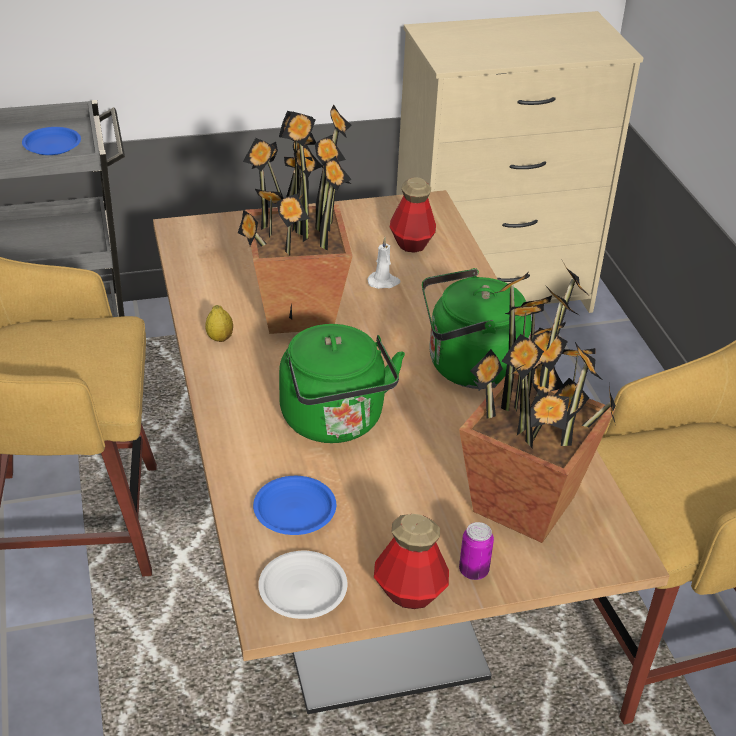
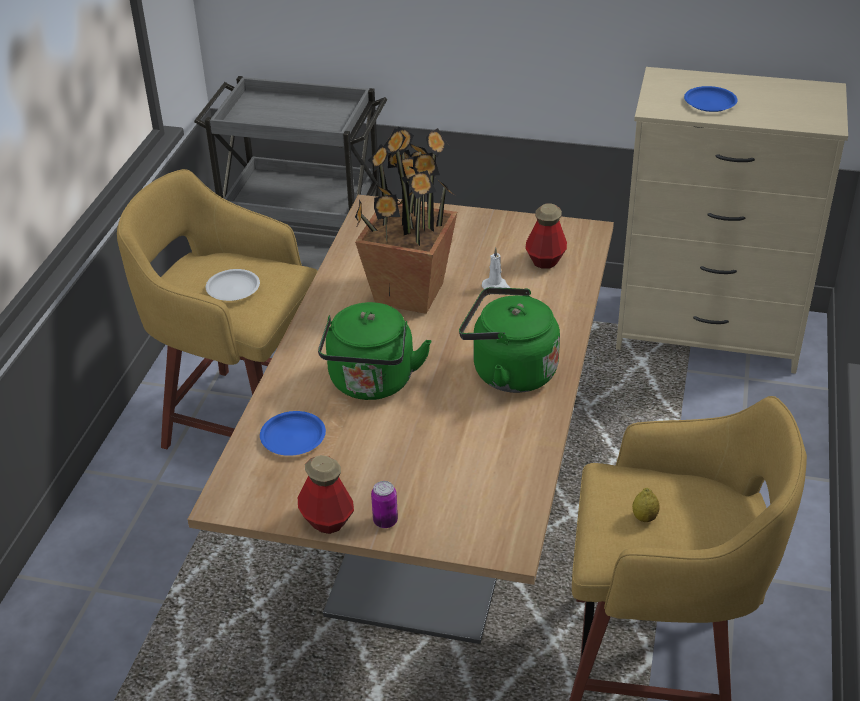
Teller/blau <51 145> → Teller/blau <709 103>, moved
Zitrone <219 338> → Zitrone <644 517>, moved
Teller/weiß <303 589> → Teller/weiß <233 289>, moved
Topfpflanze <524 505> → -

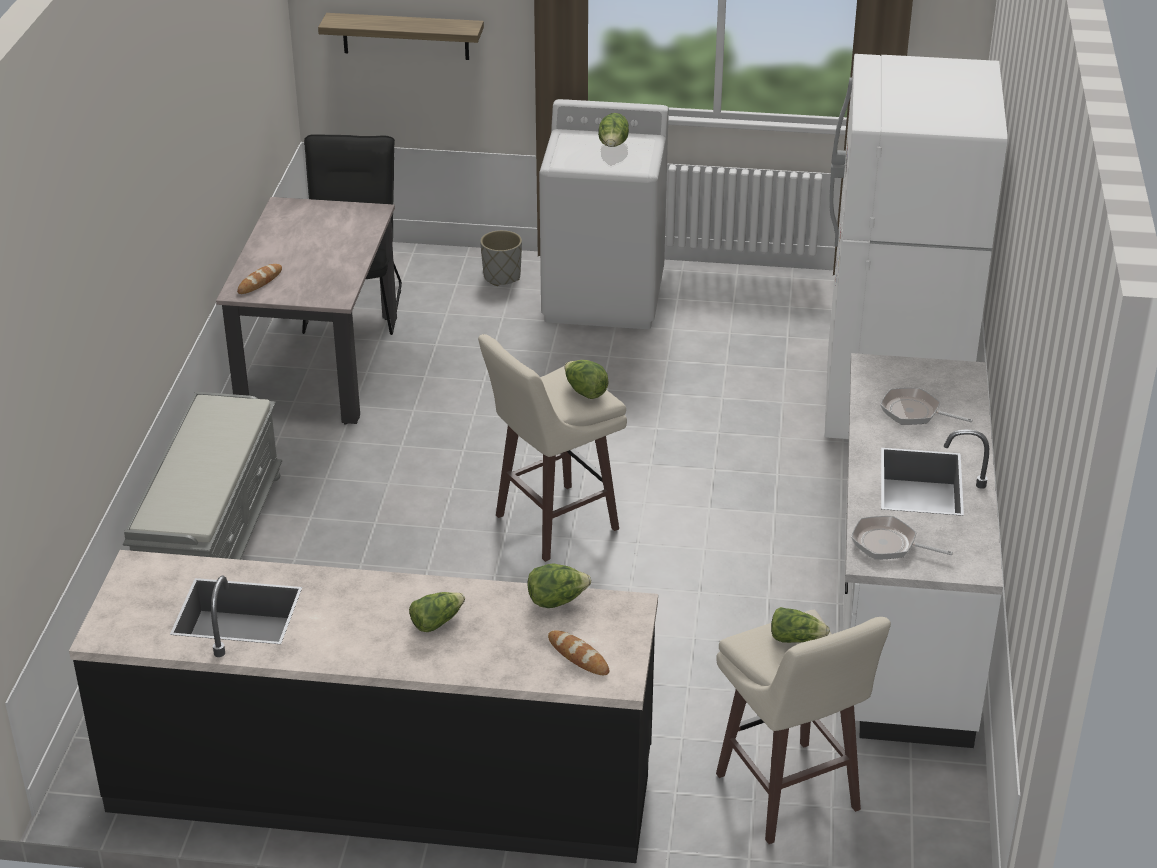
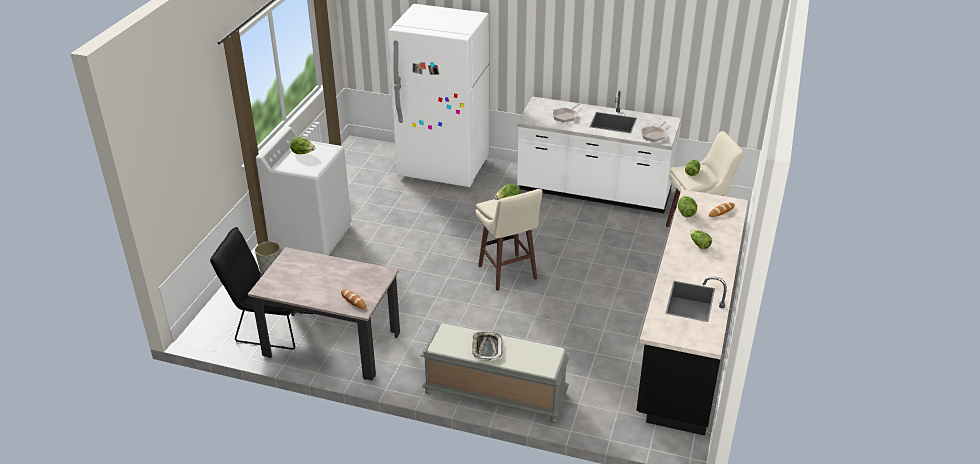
Wandregal <405 36> → -
- → Tablett <486 348>

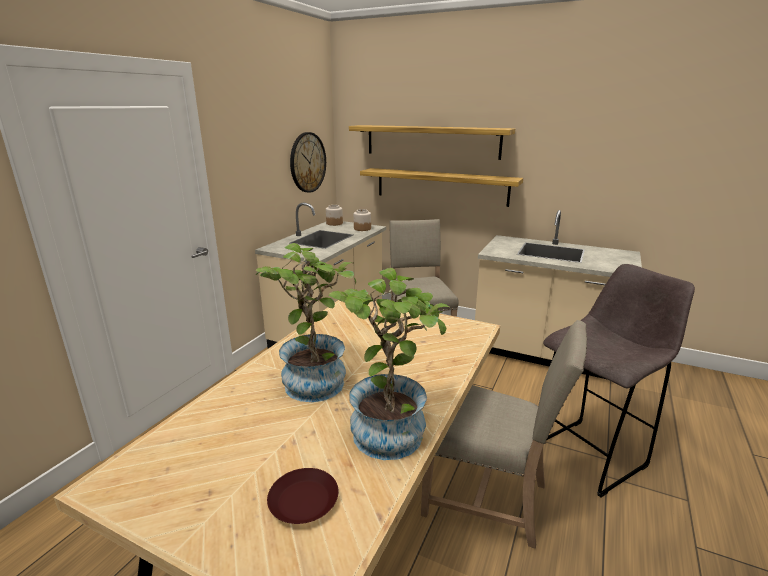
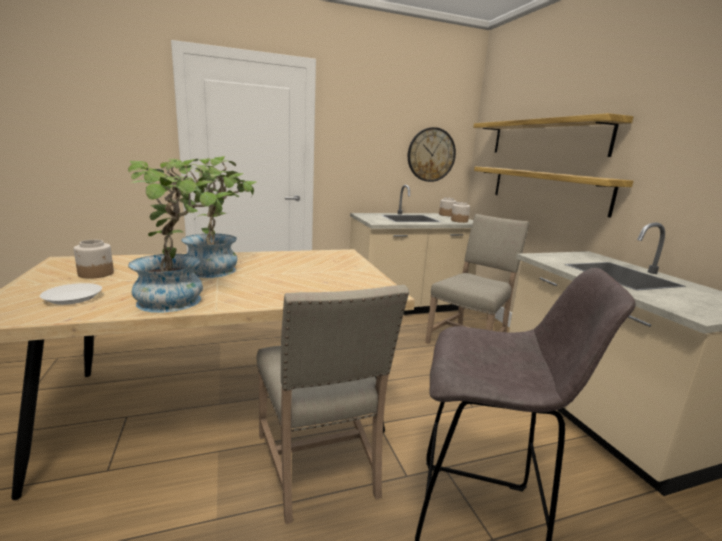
Teller/braun <304 501> → Teller/weiß <72 298>
- → Vorratsglas <96 274>

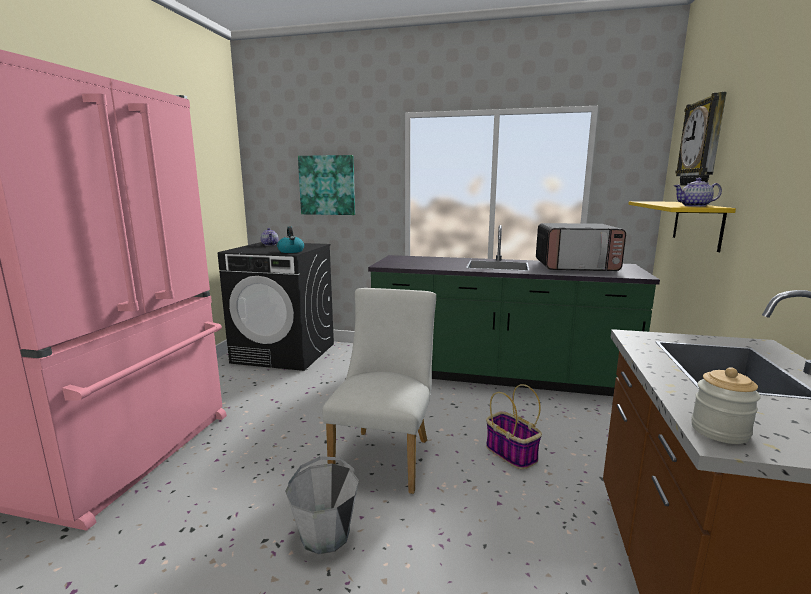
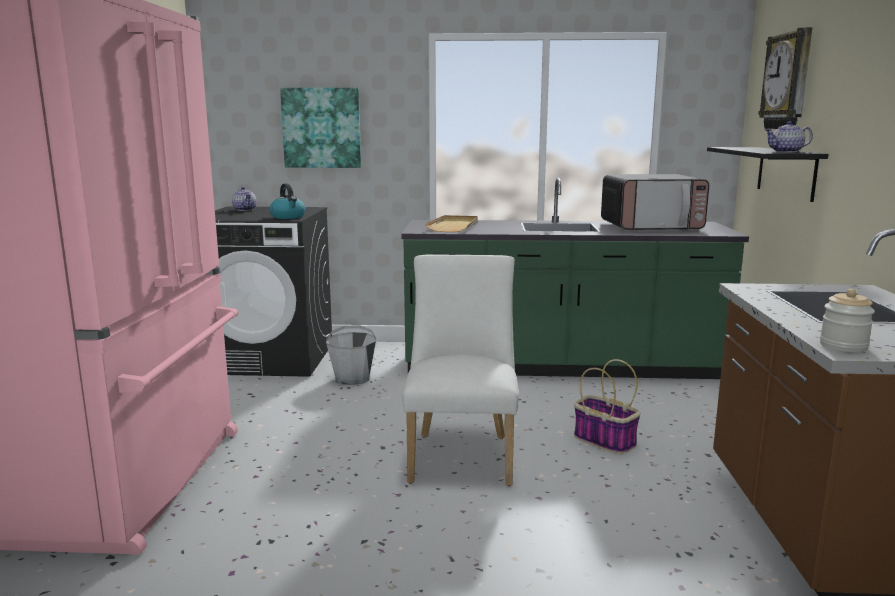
Eimer/grau <325 534> → Eimer/grau <353 378>, moved
Wandregal/gelb <697 224> → Wandregal/schwarz <786 172>
- → Tablett/beige <454 226>

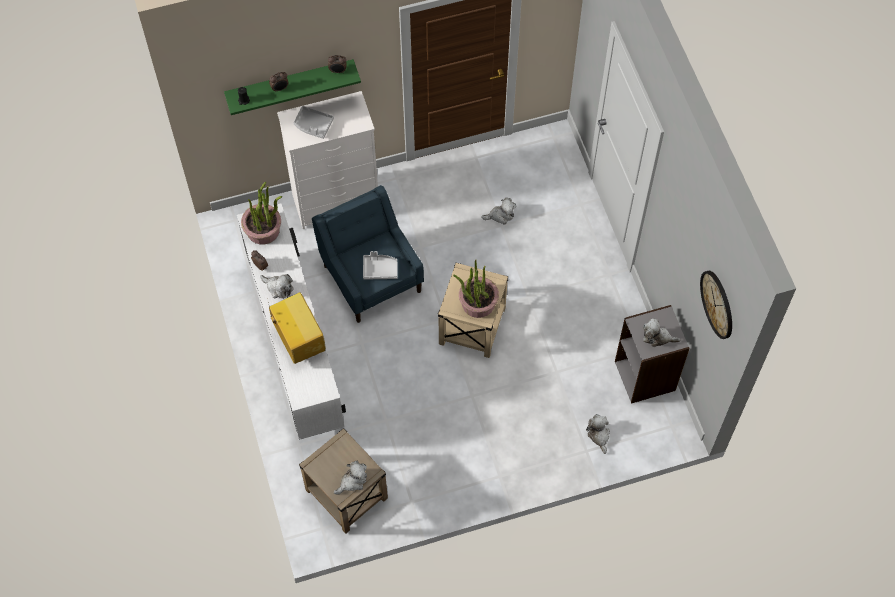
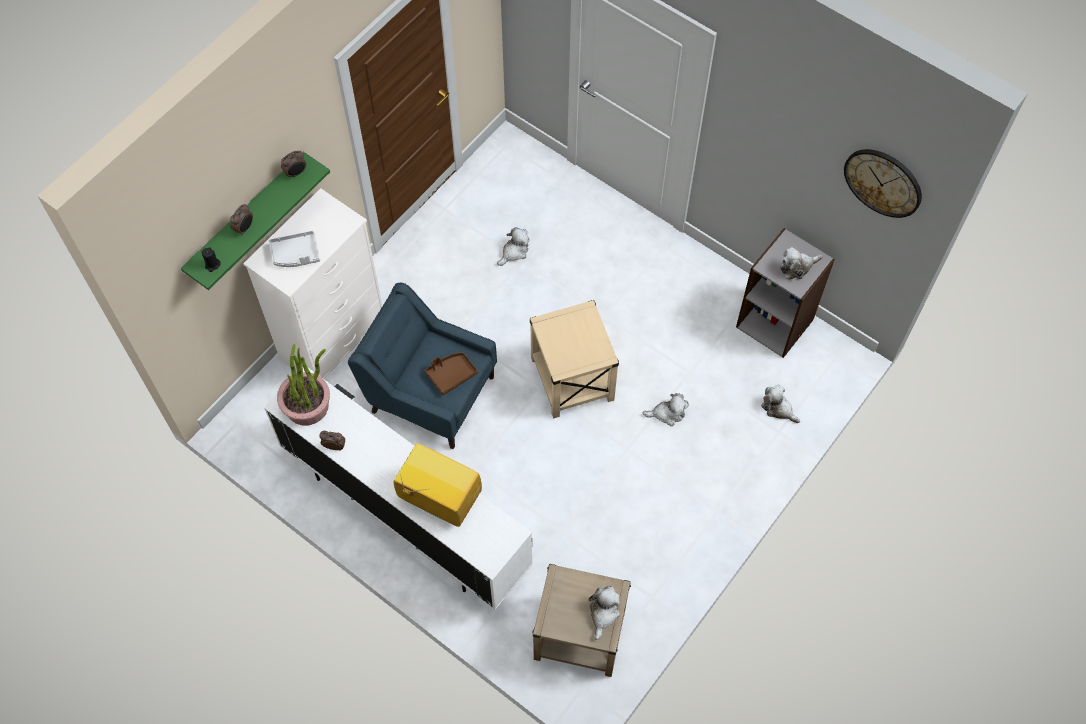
Plüschtier <278 288> → Plüschtier <667 413>, moved
Tablett/grau <380 269> → Tablett/braun <451 374>
Topfpflanze <477 303> → -

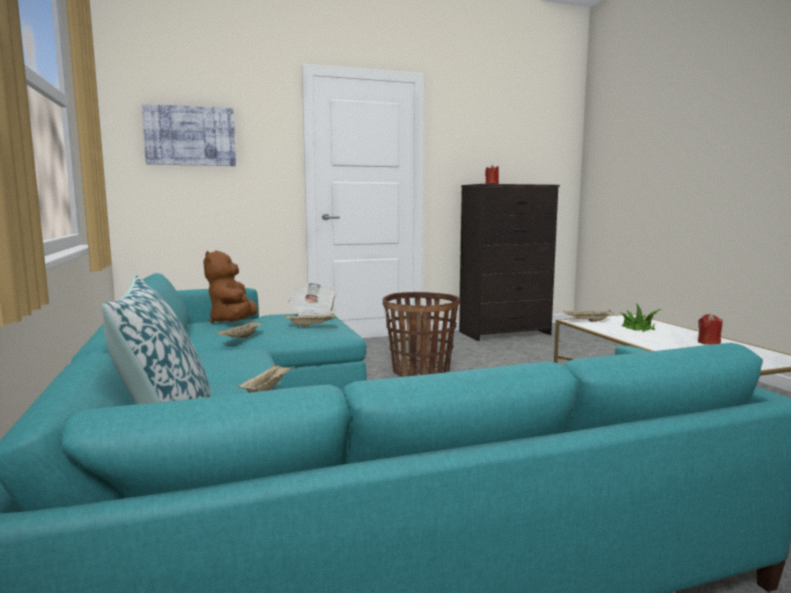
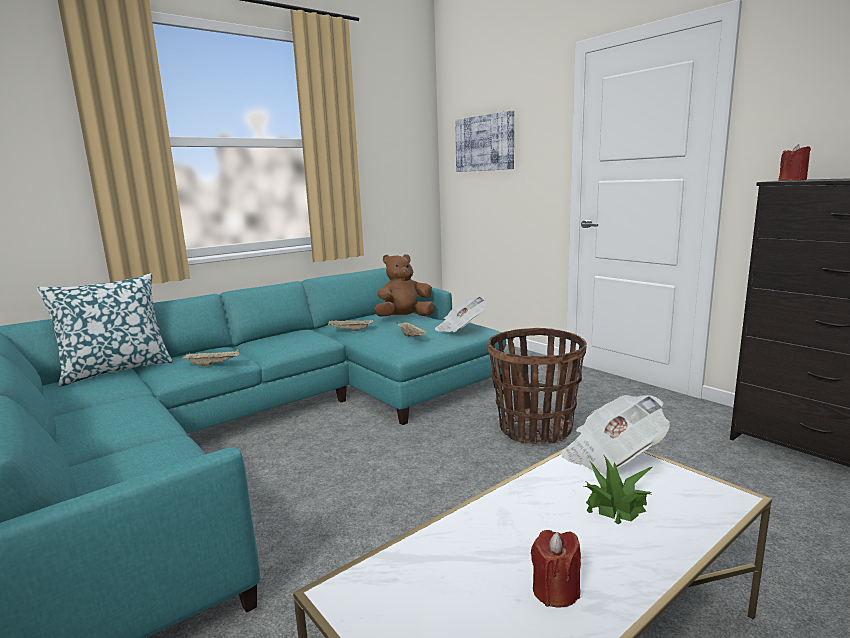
Tablett/beige <587 321> → Zeitung <611 456>

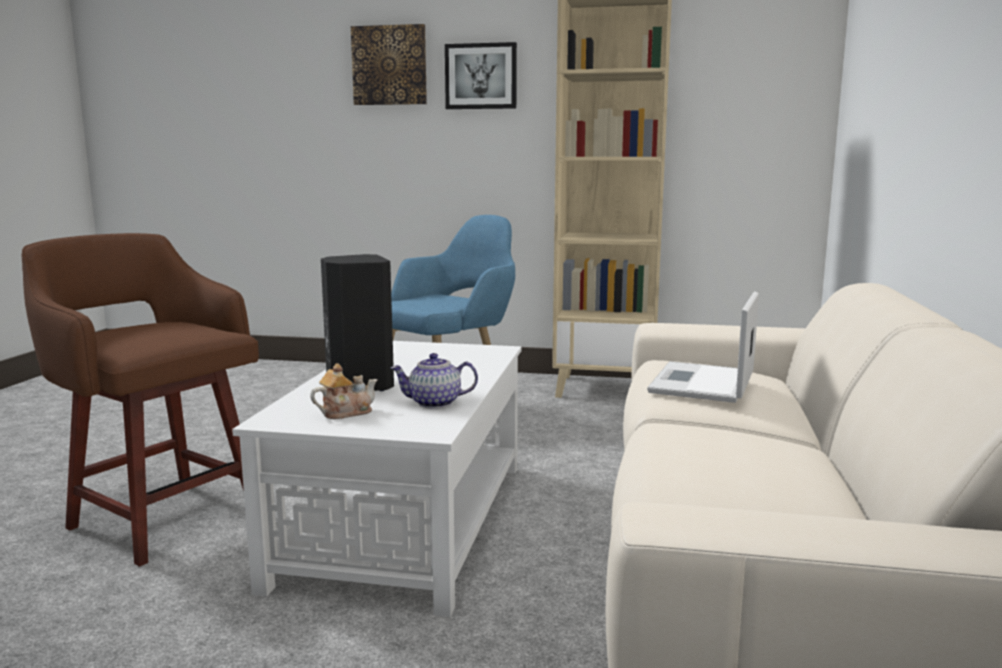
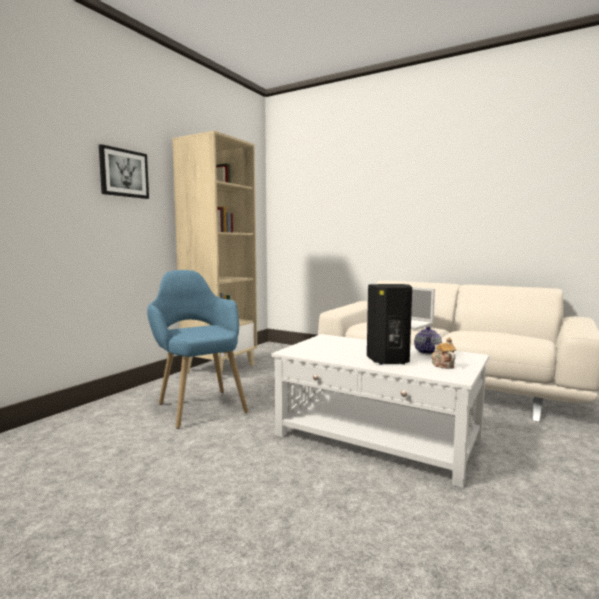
Hocker/braun <161 518> → -
Bild <389 65> → -

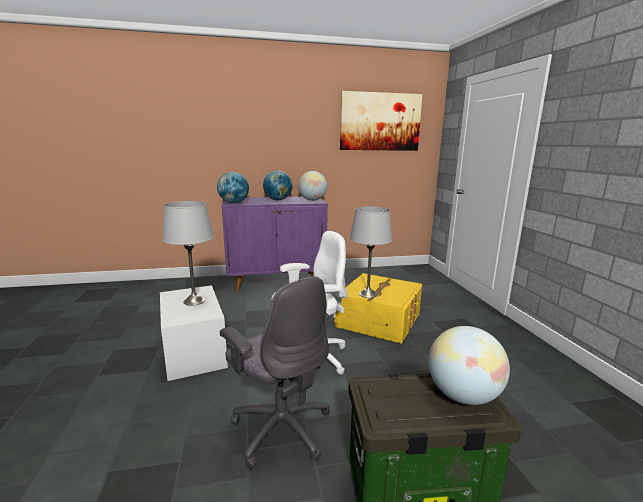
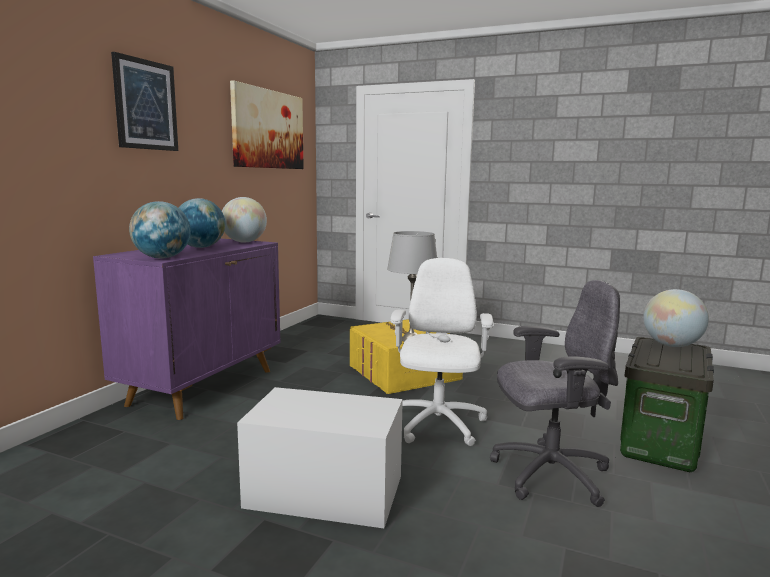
Tischlampe/grau <193 301> → -
- → Bild <145 105>

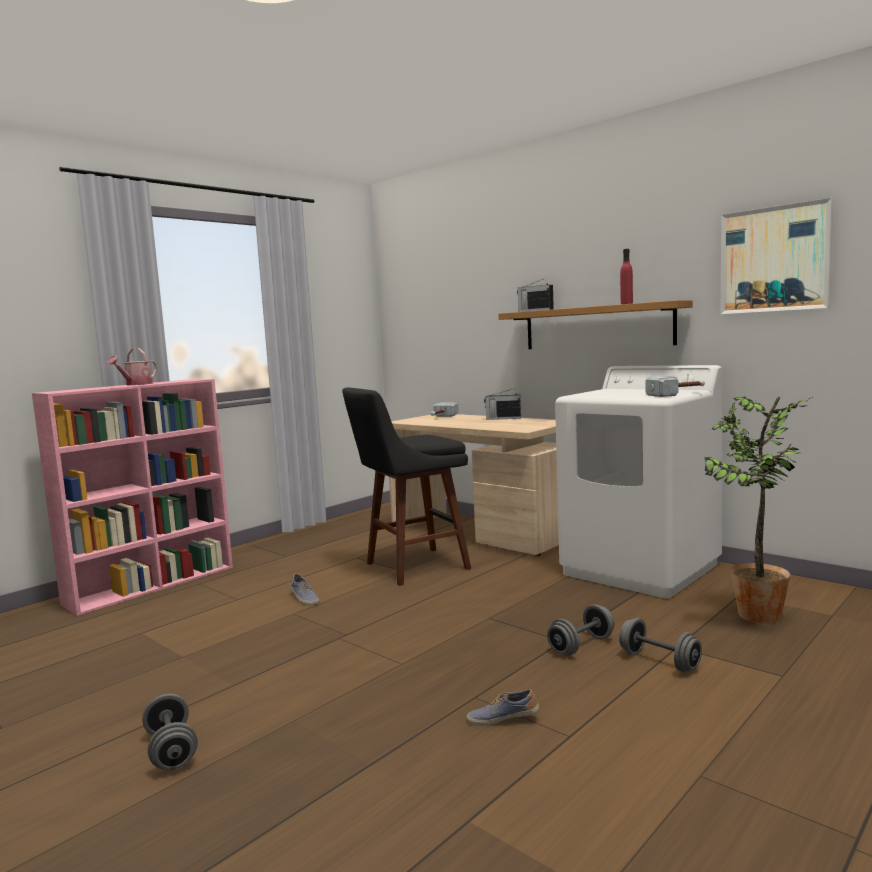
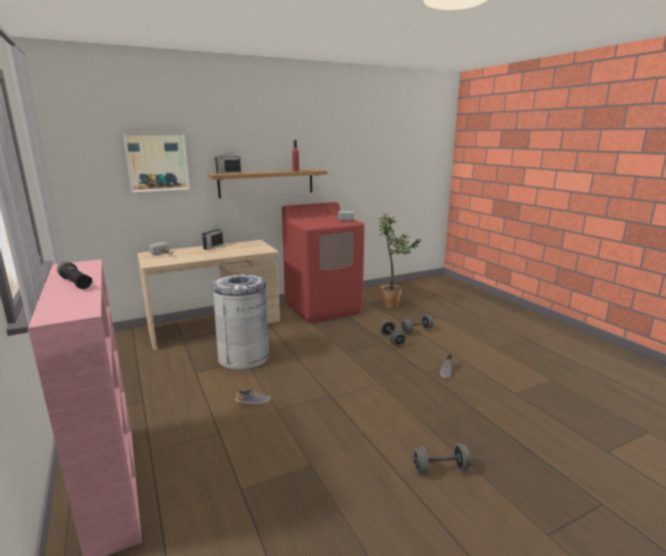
Gießkanne <136 384> → Taschenlampe/schwarz <75 283>
Hocker/schwarz <411 567> → Mülleimer/grau <244 357>
Waschmaschine/weiß <641 569> → Waschmaschine/rot <323 308>
Bild <774 259> → Bild <157 162>, moved

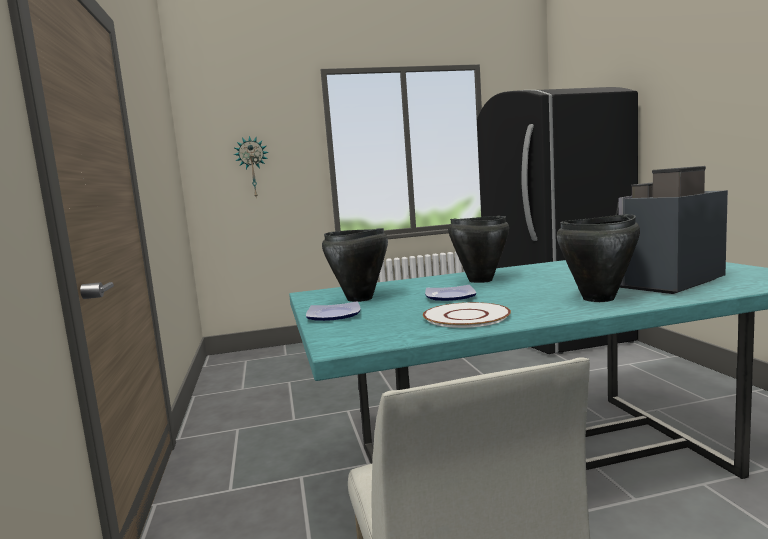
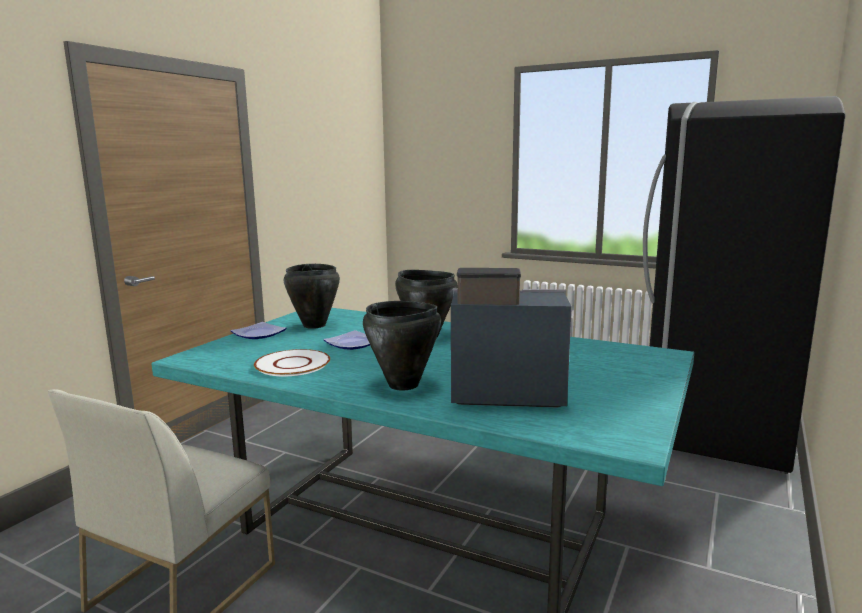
Wanduhr <252 167> → -

